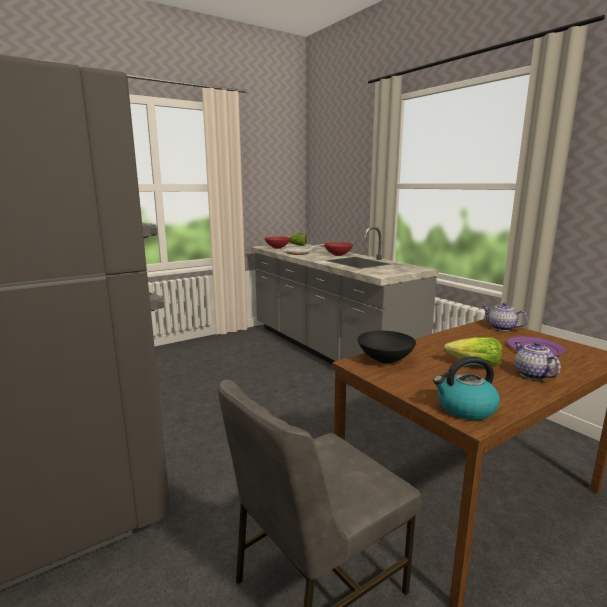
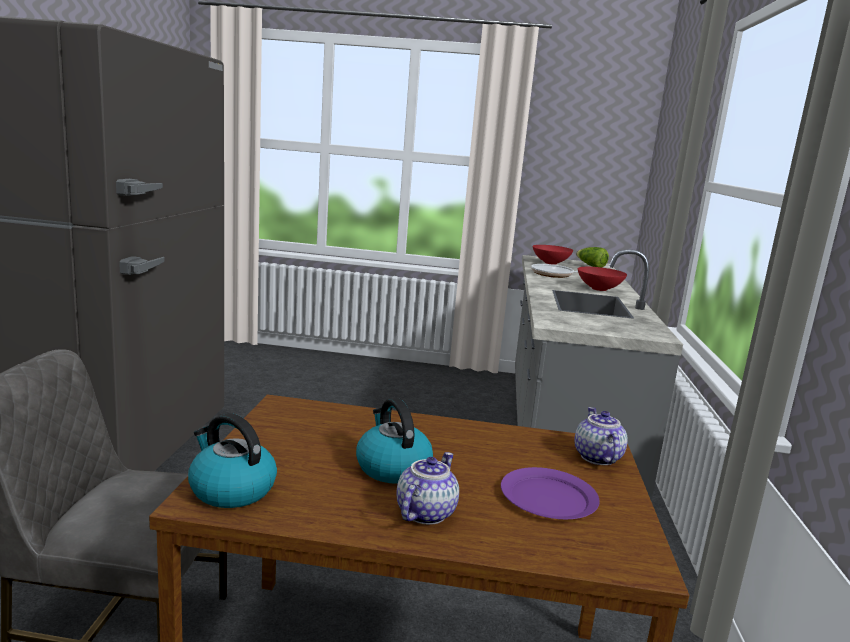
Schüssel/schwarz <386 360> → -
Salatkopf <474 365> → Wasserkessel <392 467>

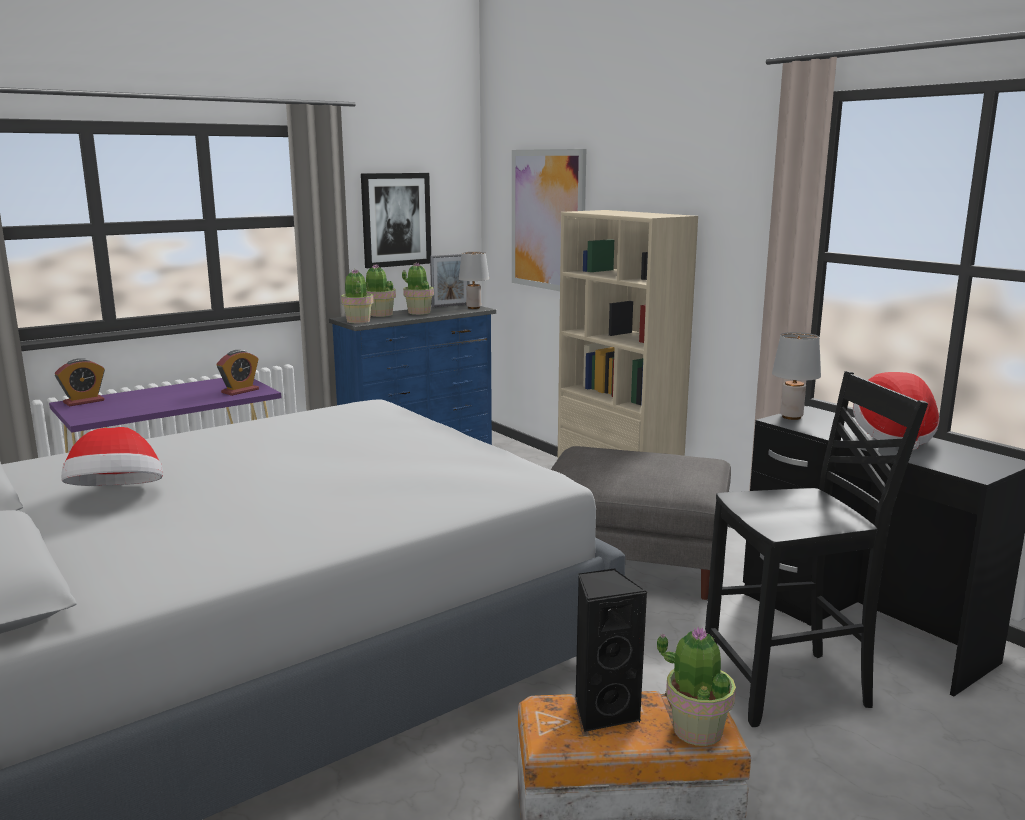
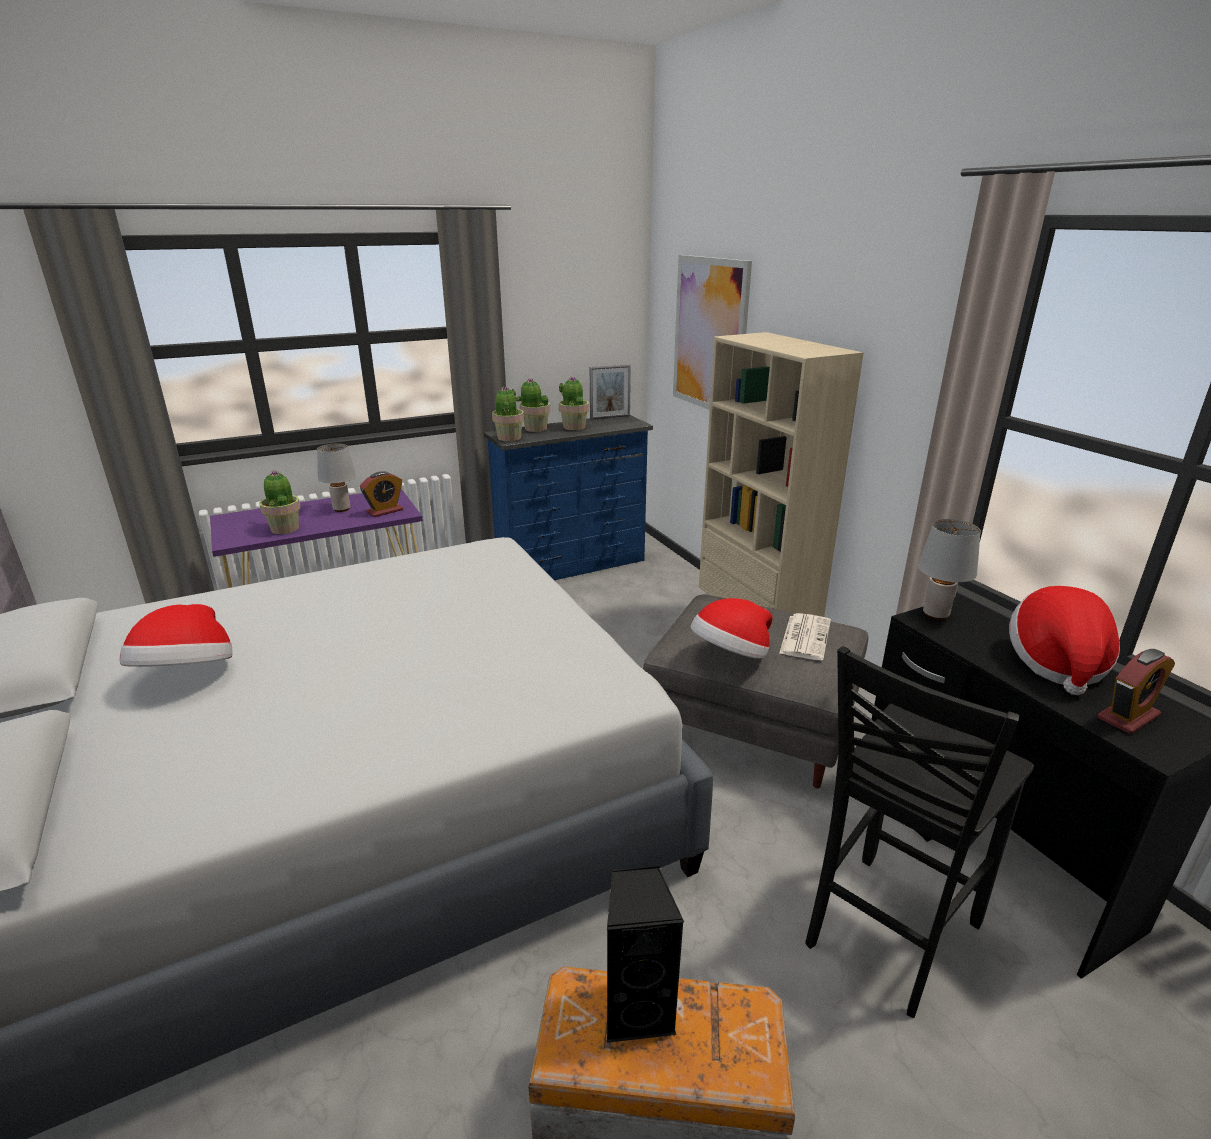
Wecker <84 401> → Wecker <1128 717>, moved
Bild <396 219> → -
Tischlampe/grau <473 307> → Tischlampe/grau <341 509>, moved
Topfpflanze <697 729> → Topfpflanze <285 528>, moved
Stuhl/schwarz <790 687> → Stuhl/schwarz <886 934>, 135 degrees clockwise
- → Hut <730 656>
- → Zeitung <805 637>

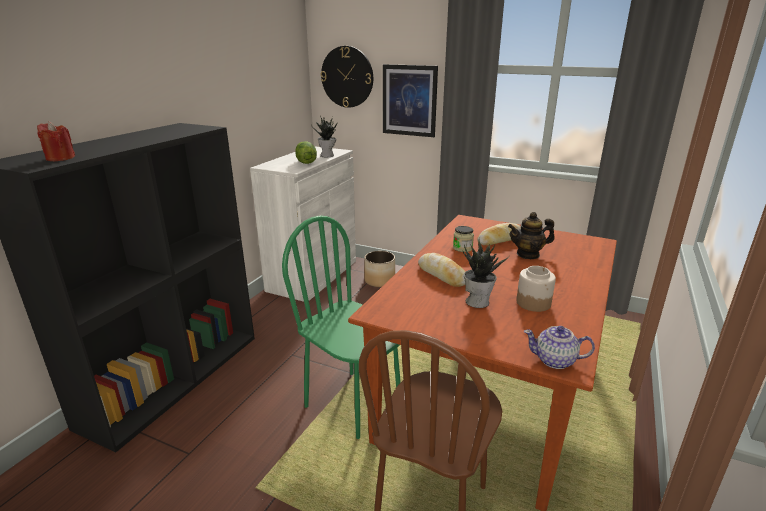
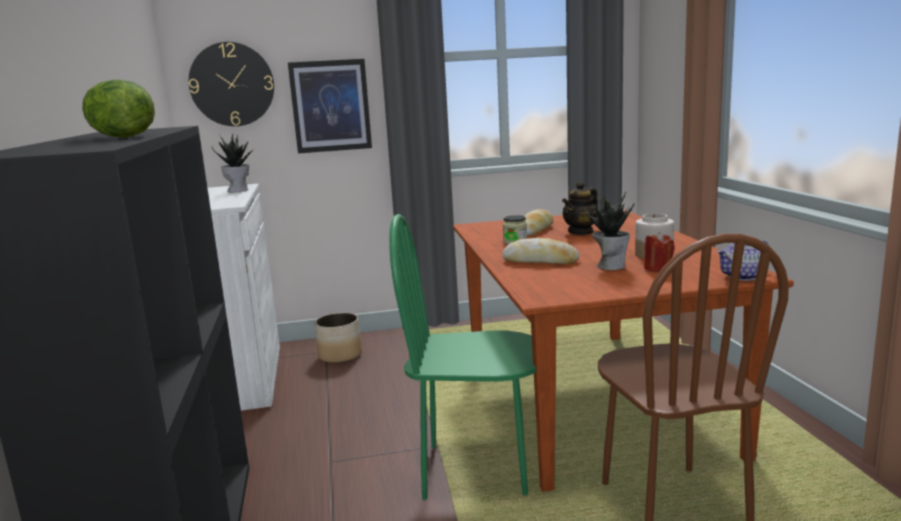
Kerze/rot <60 158> → Kerze/rot <658 269>, moved
Salatkopf <305 162> → Salatkopf <120 137>, moved

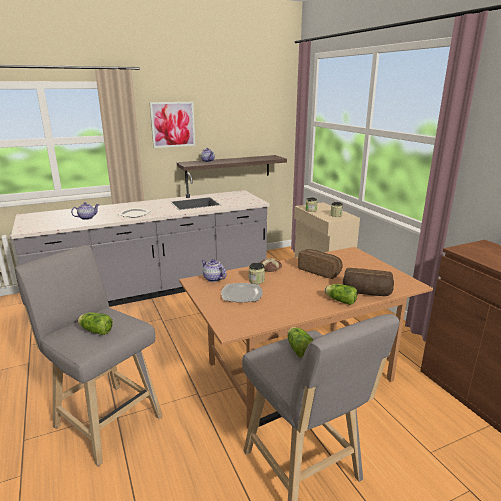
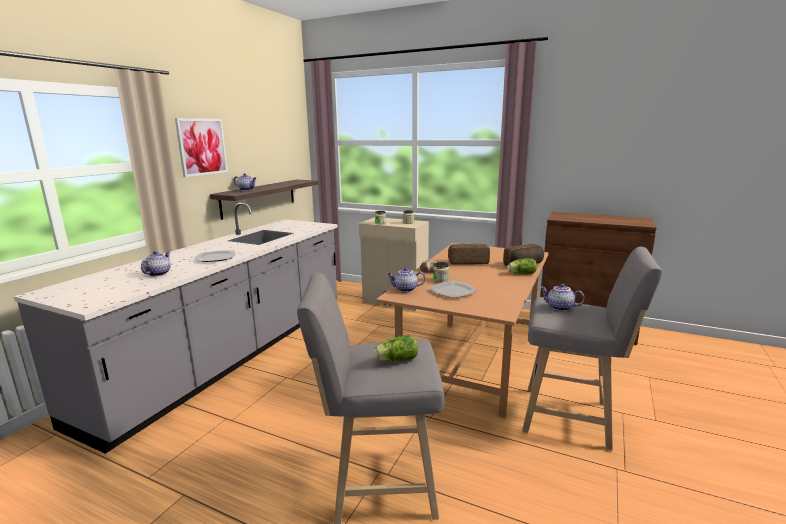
Salatkopf <299 349> → Teekanne <559 308>

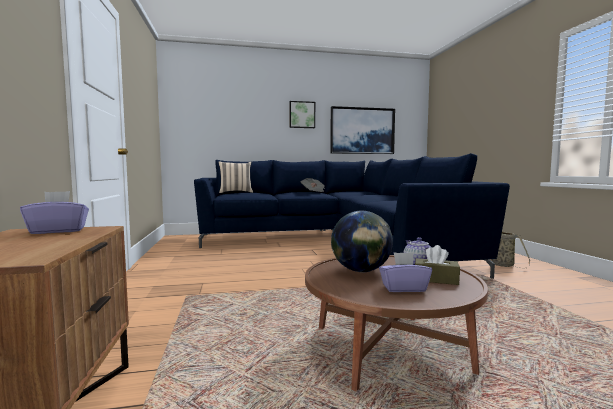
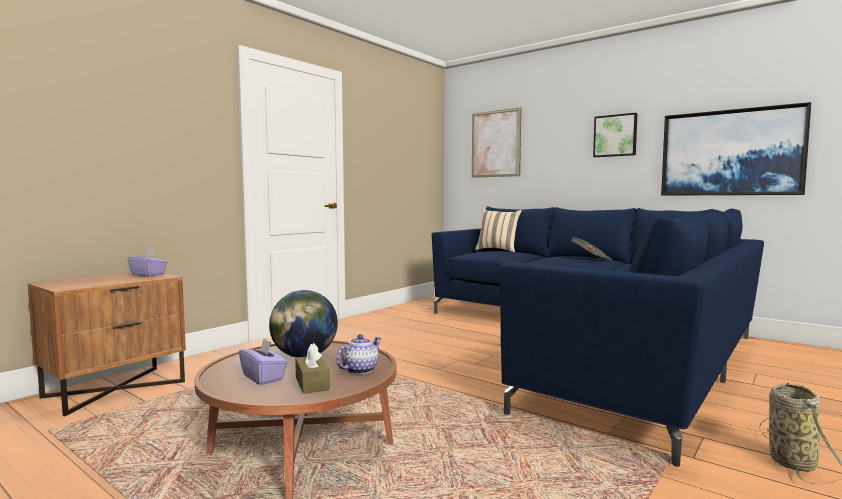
- → Bild <495 144>

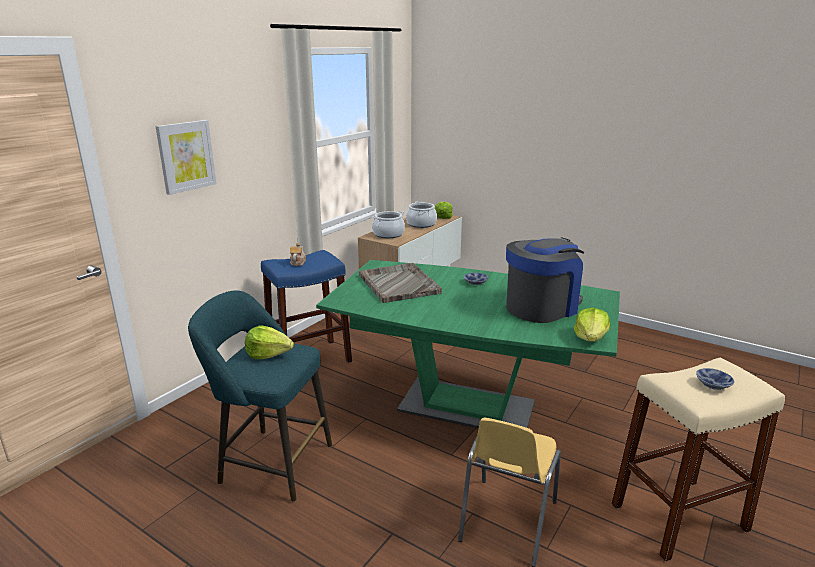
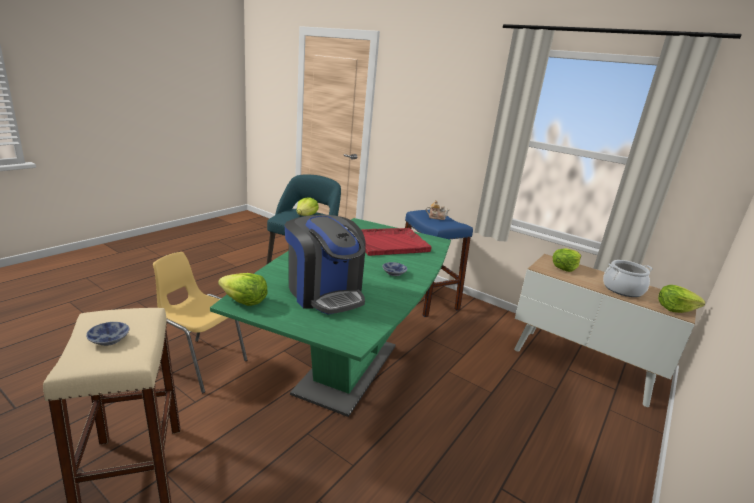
Bild <186 156> → -
Tablett/grau <398 284> → Tablett/rot <391 243>
Kochtopf <388 234> → Salatkopf <564 267>

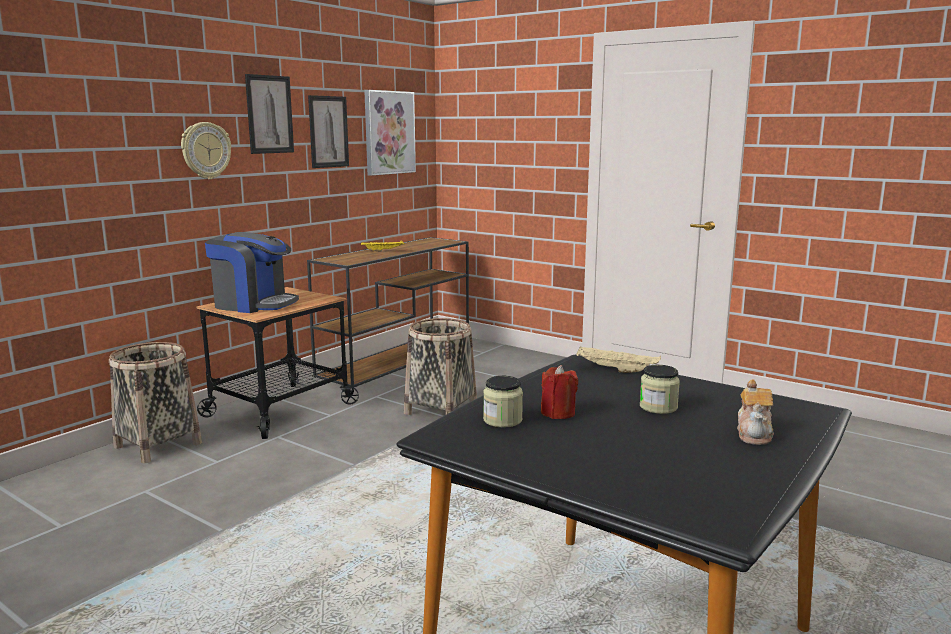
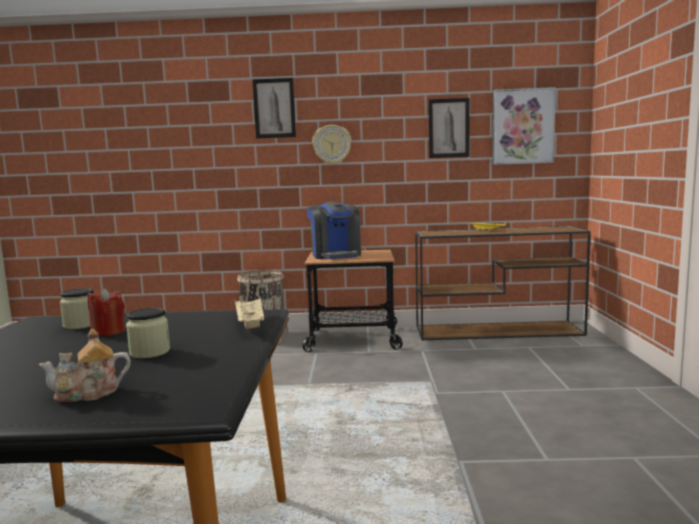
Bild <269 114> → Bild <274 108>, moved
Korb <441 409> → -

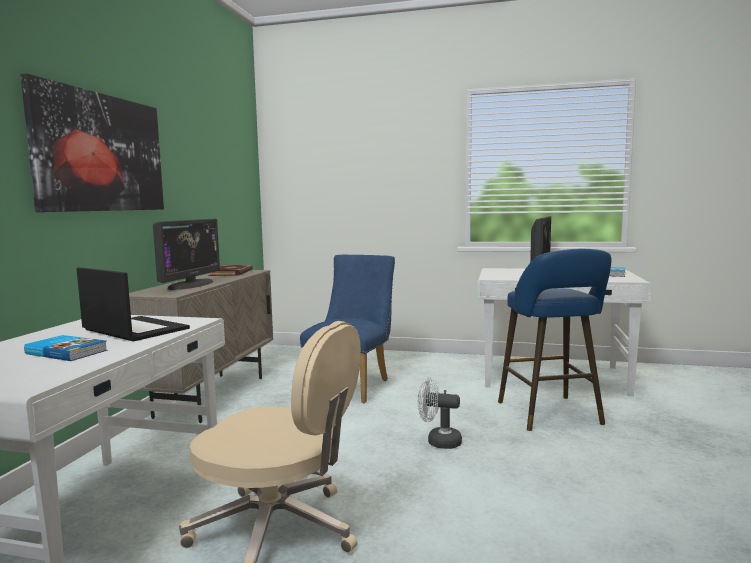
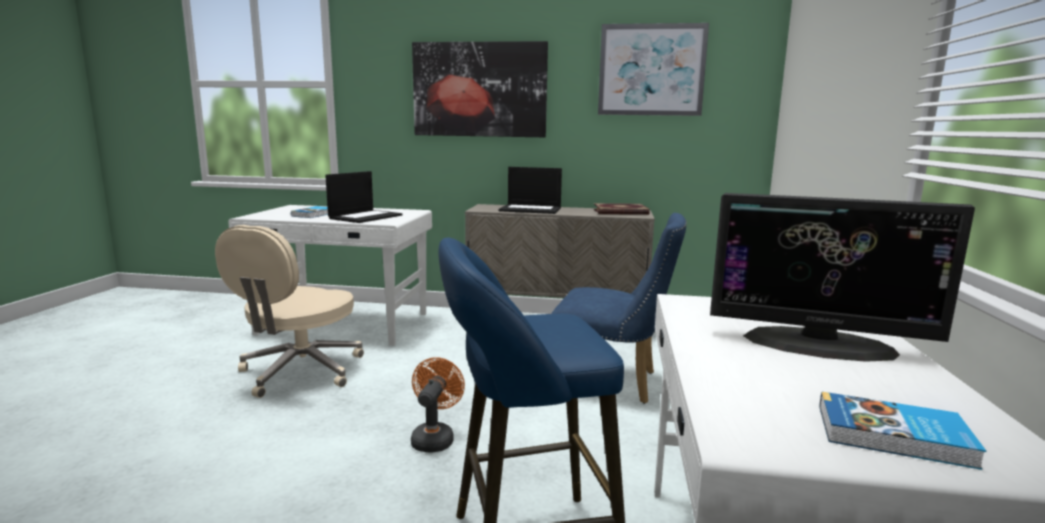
Monitor <190 285> → Laptop <531 209>
Ventilator/weiß <438 441> → Ventilator/orange <434 438>
- → Bild <651 70>

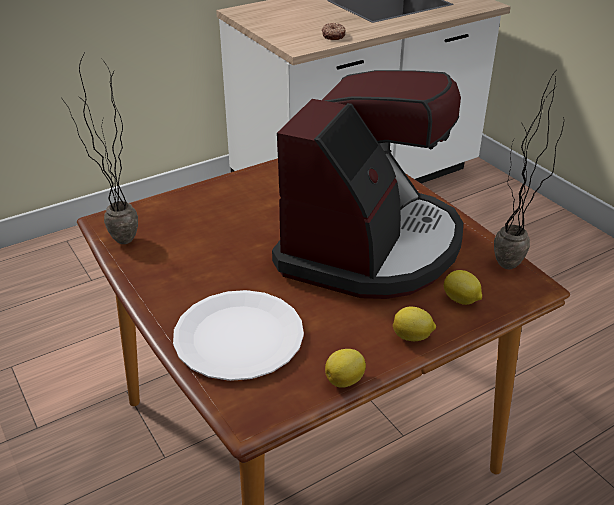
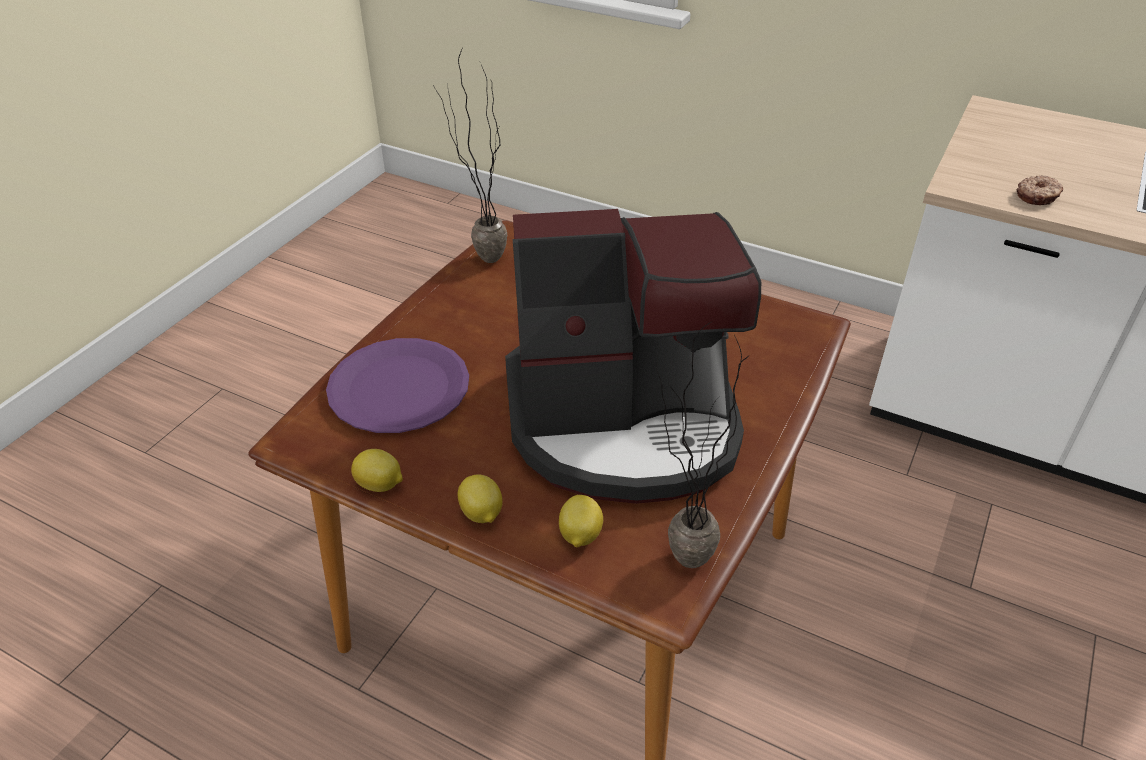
Teller/weiß <238 337> → Teller/lila <399 388>

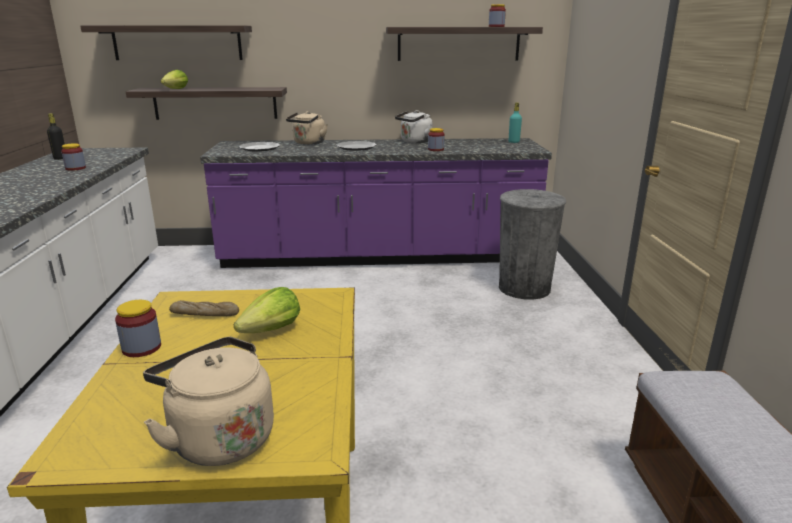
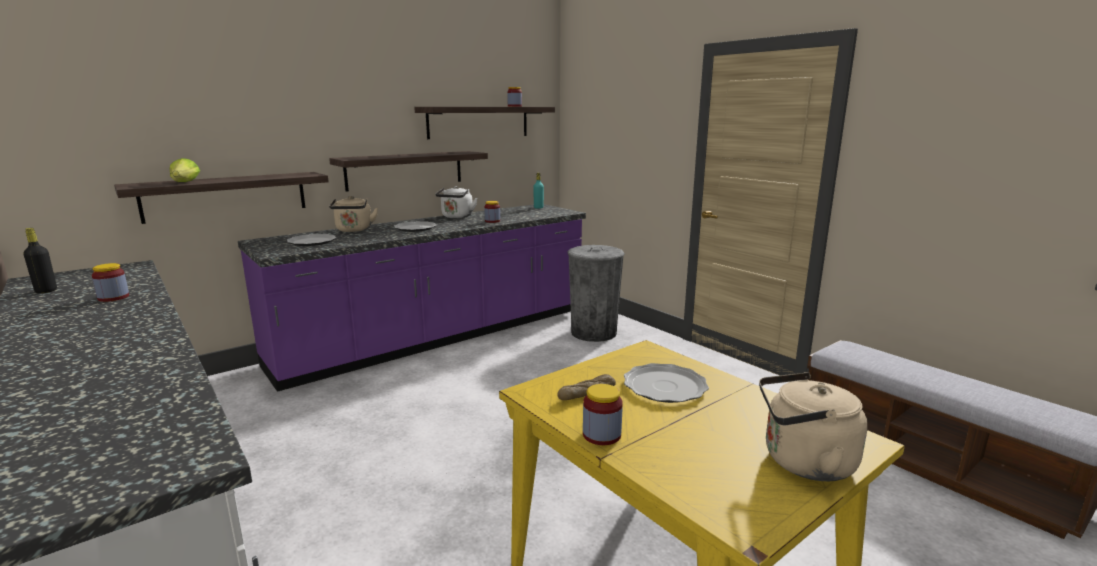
Wandregal <177 43> → Wandregal <405 170>, moved
Salatkopf <272 330> → Teller <665 386>

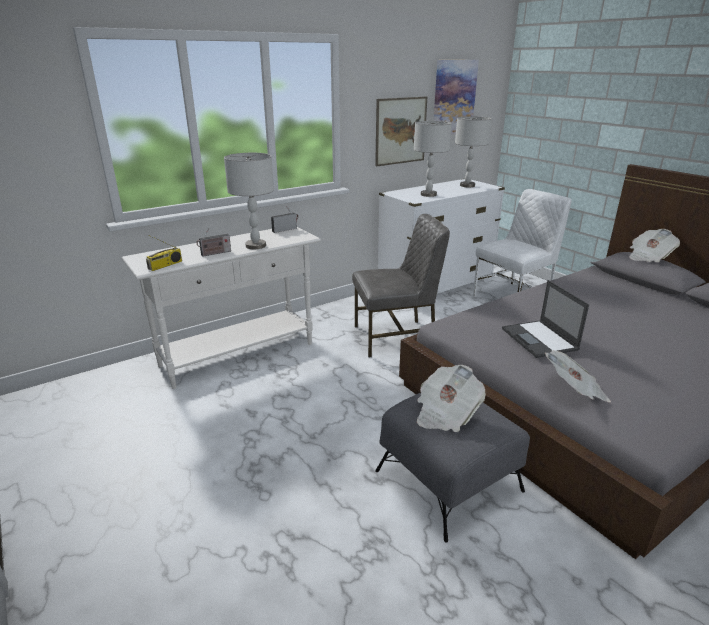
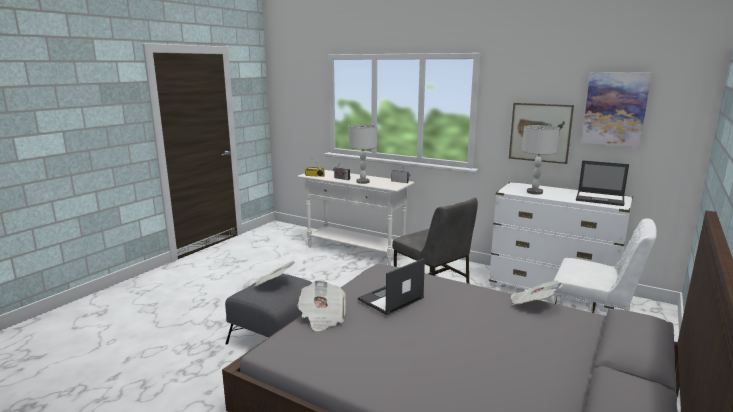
Tischlampe/grau <467 185> → Laptop <600 199>
Zeitung <649 257> → Zeitung <532 304>, moved

